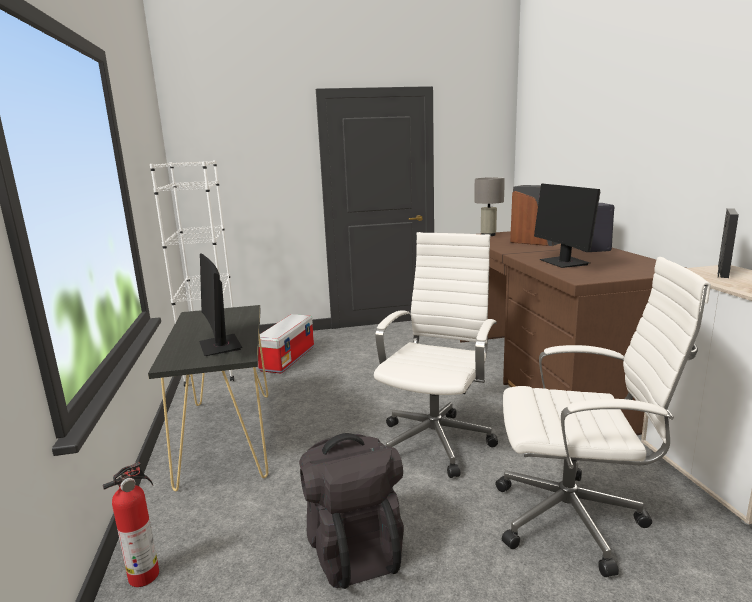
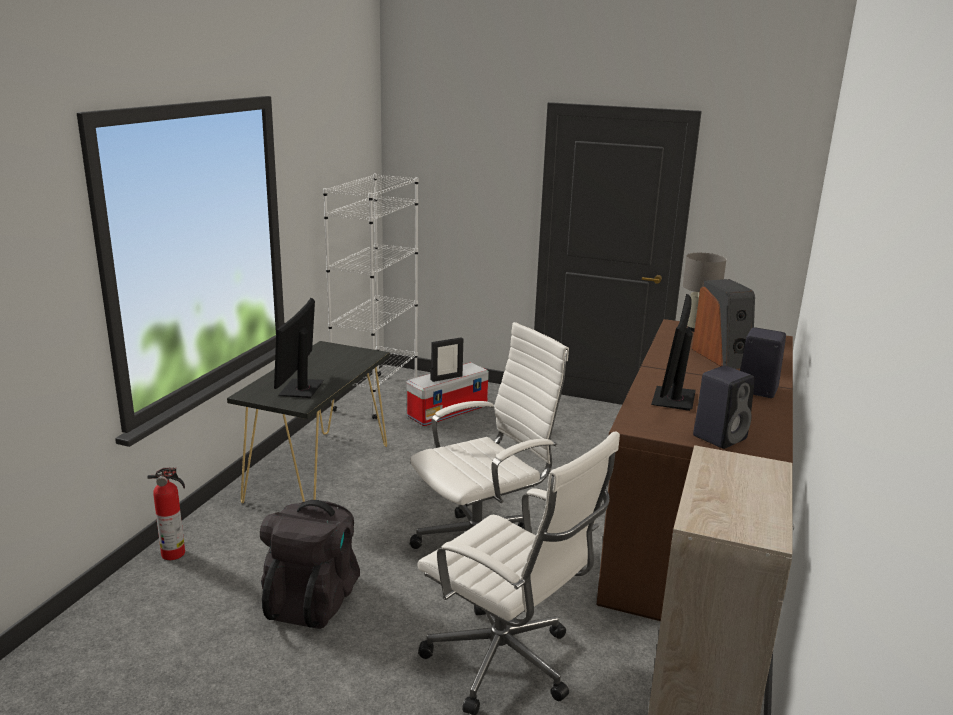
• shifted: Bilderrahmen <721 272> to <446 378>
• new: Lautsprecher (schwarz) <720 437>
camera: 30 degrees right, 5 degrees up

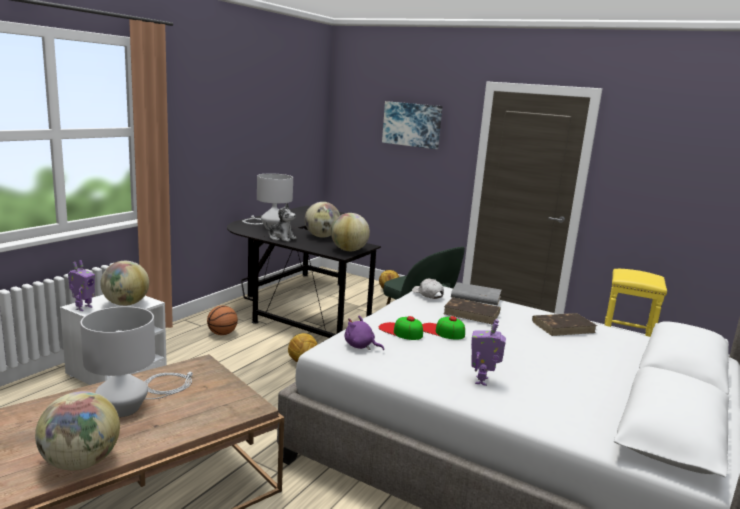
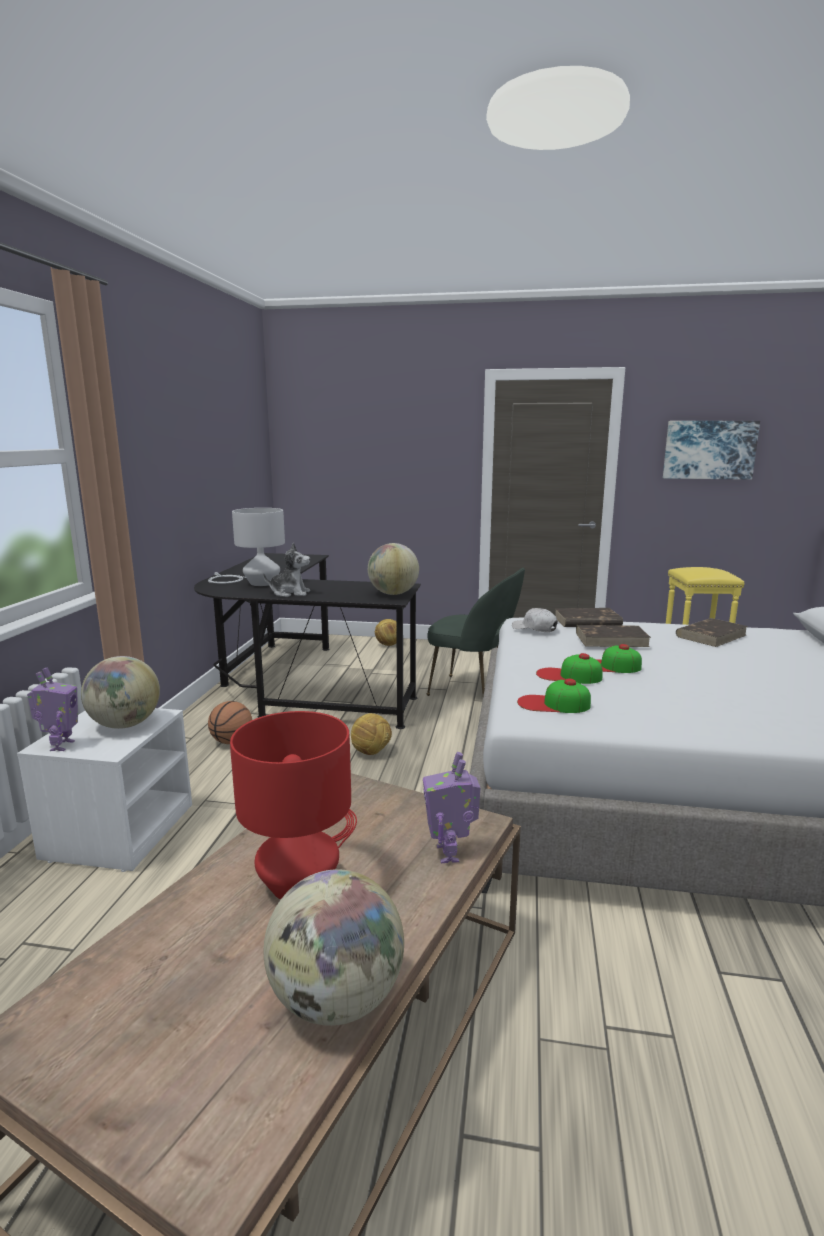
• shifted: Bild <412 124> to <709 450>
• gone: Globus <321 237>
• repainted: Buch (grau) <475 297> to Buch (braun) <586 622>
• repainted: Tischlampe (grau) <141 398> to Tischlampe (rot) <308 859>
• swapped: Plüschtier (lila) <360 346> to Kappe <553 704>
• shifted: Spielzeugroboter <483 381> to <450 853>
camera: 20 degrees left, 0 degrees up

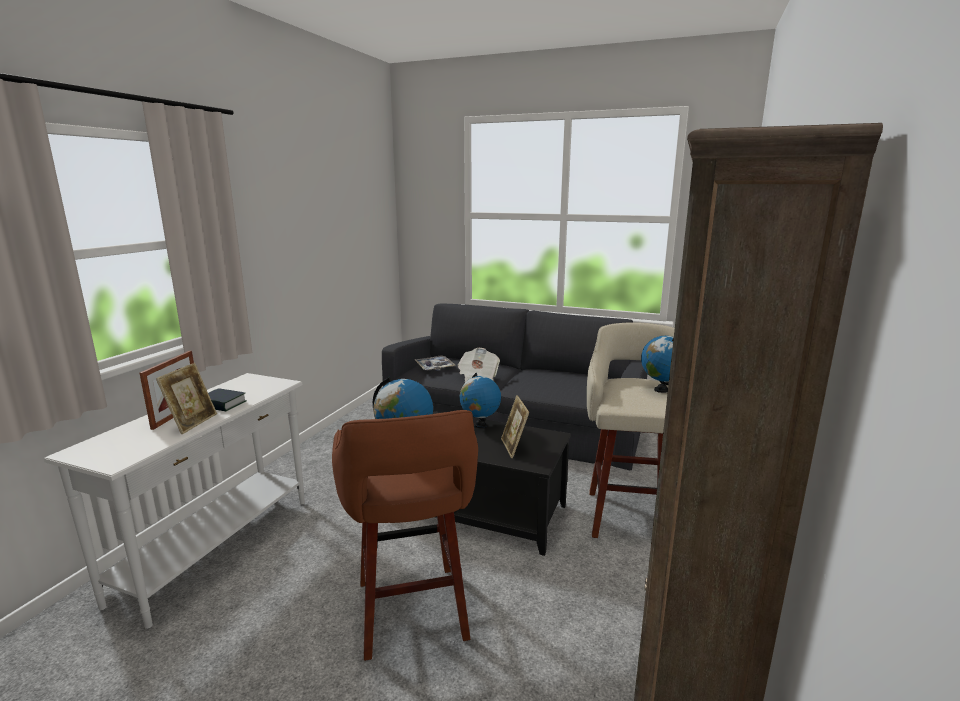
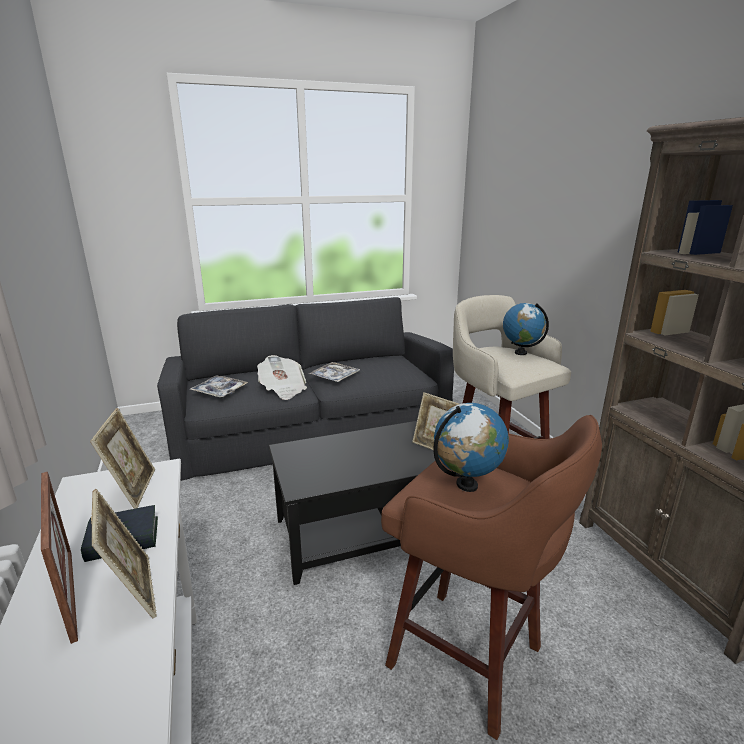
• gone: Globus <480 425>
• new: Tablett <335 377>
• new: Bilderrahmen <133 489>
camera: 40 degrees left, 5 degrees up

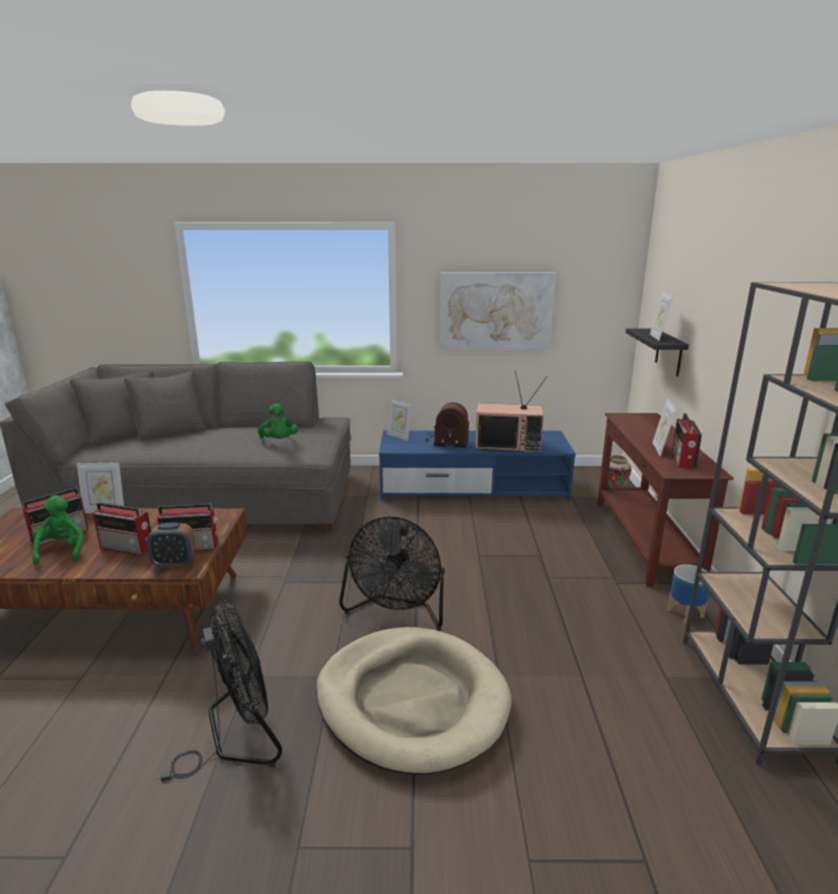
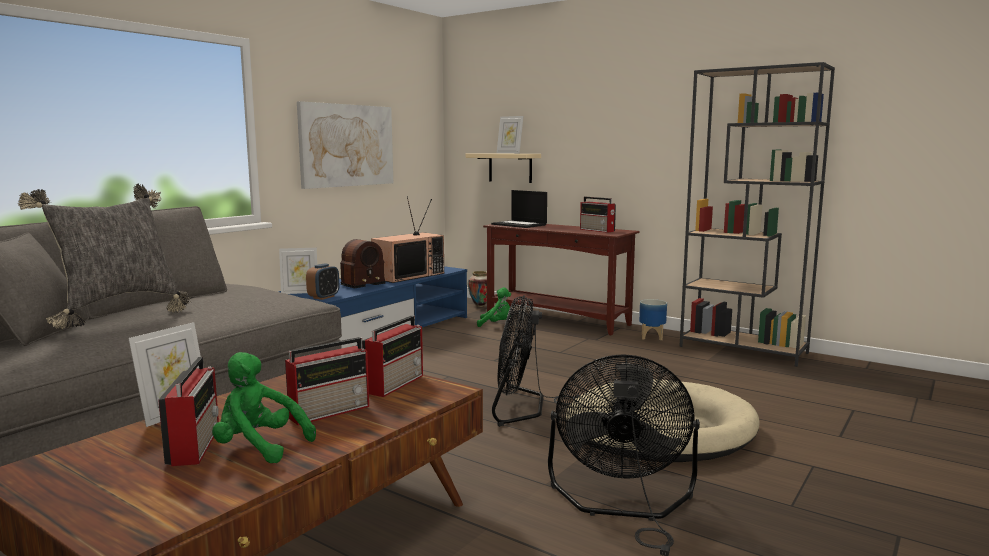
• repainted: Wandregal (schwarz) <669 352> to Wandregal (beige) <510 167>
• gone: Bilderrahmen <660 449>
• shifted: Plüschtier (grün) <279 441> to <496 324>
• rotated: Ventilator (schwarz) <394 609> = <526 405> 135 degrees clockwise
• shifted: Wecker <174 563> to <324 297>
• new: Kissen <117 319>
• new: Laptop <520 224>
camera: 55 degrees left, 10 degrees down

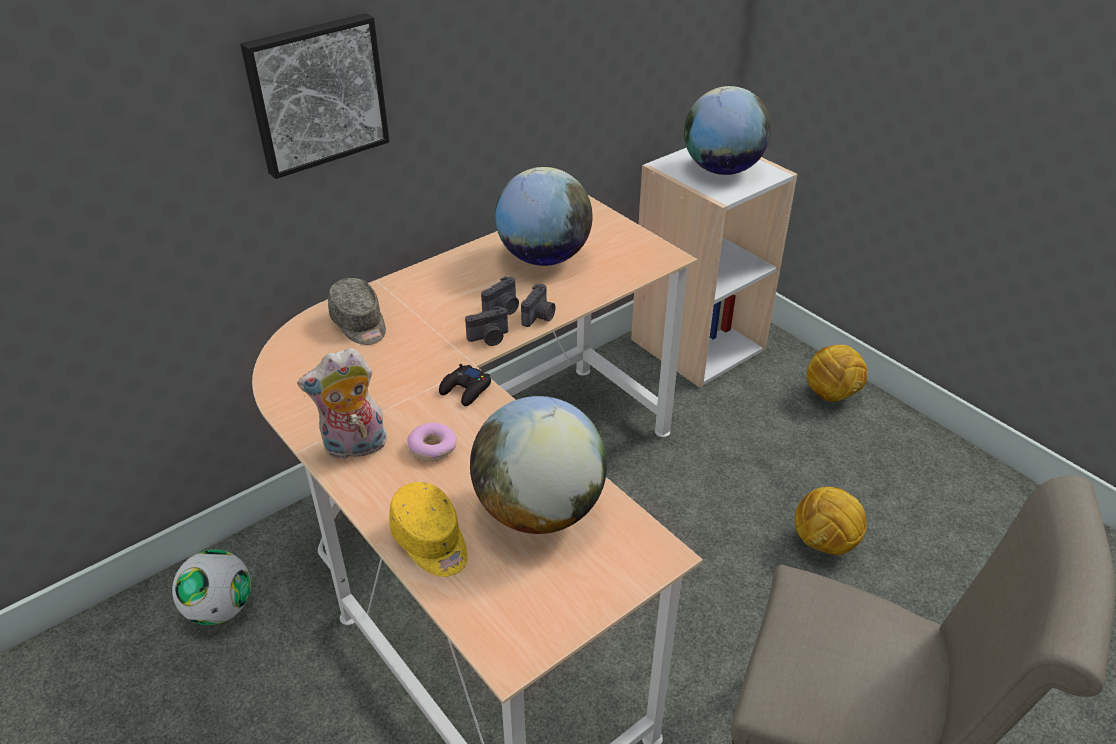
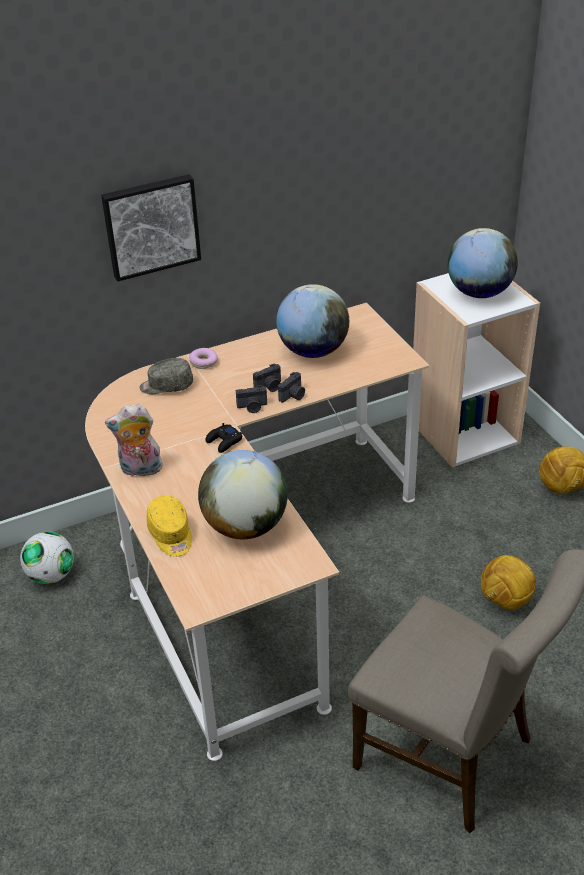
• rotated: Kappe (grau) <360 324> = <166 386> 105 degrees clockwise
• shifted: Donut <432 448> to <203 362>
camera: 15 degrees right, 0 degrees up

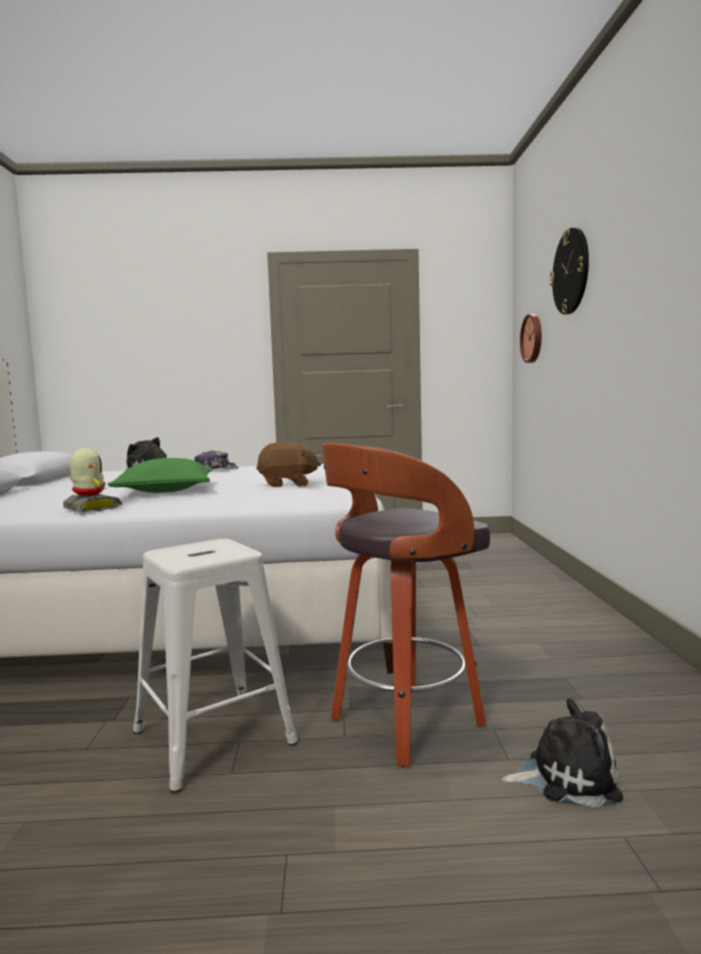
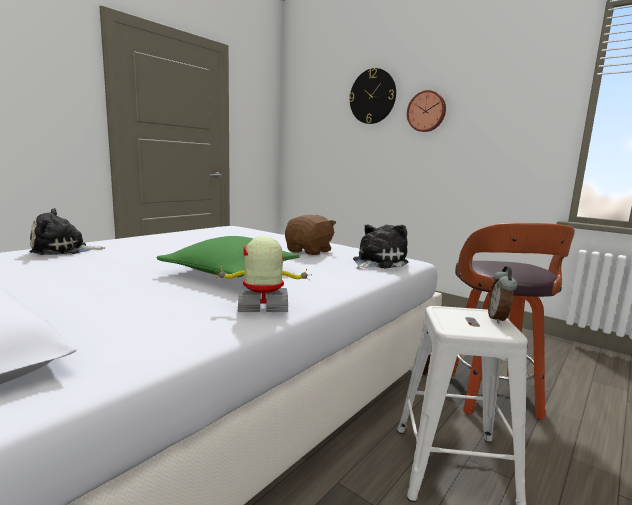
• shifted: Wanduhr <533 338> to <426 111>
• gone: Kappe <216 470>
• shifted: Plüschtier <566 776> to <377 262>
• new: Wecker <498 319>
camera: 50 degrees left, 5 degrees up

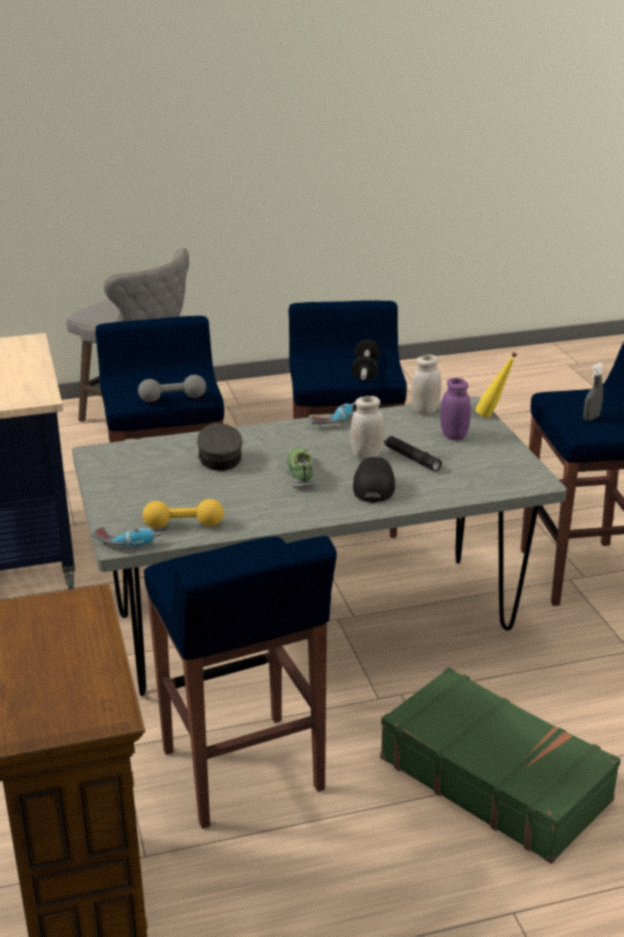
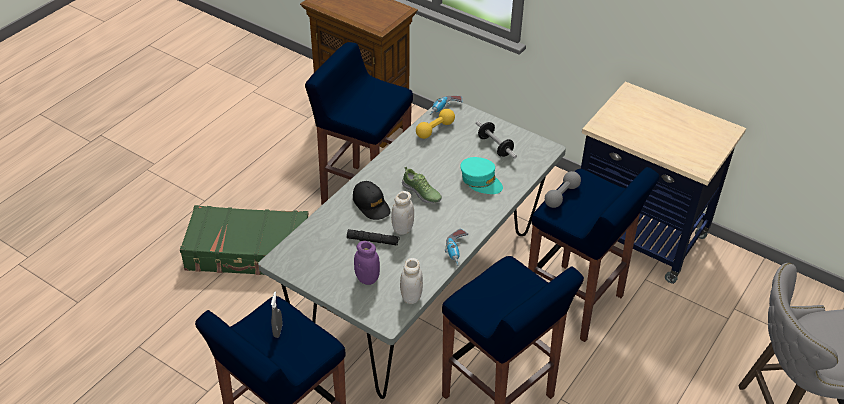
• shifted: Hantel <365 372> to <495 146>
• gone: Flasche (gelb) <493 416>
• repainted: Kappe (grau) <219 457> to Kappe (türkis) <480 181>
camera: 140 degrees right, 15 degrees up

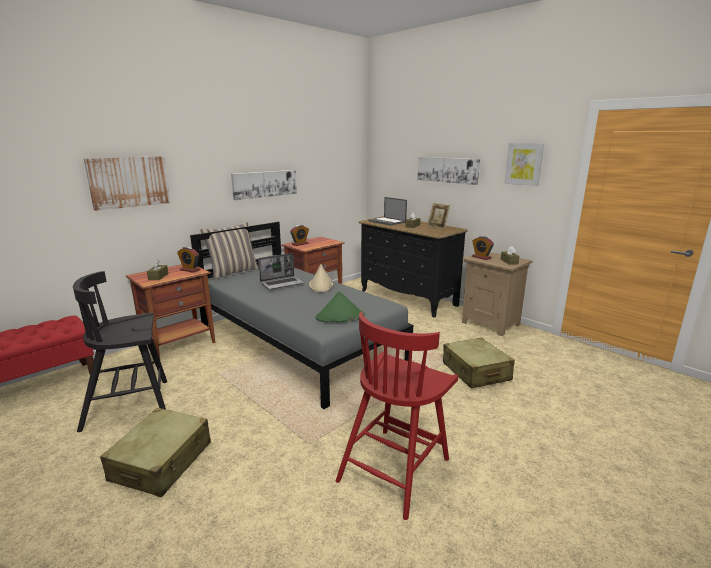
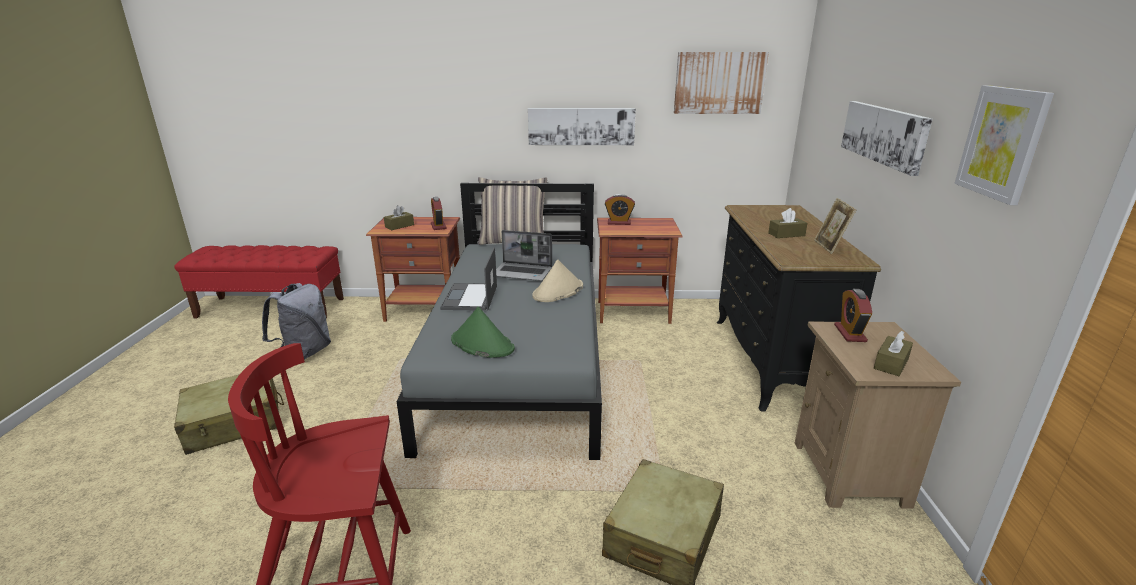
• shifted: Bild <129 182> to <719 83>
• shifted: Laptop <387 221> to <470 298>
• swapped: Stuhl (schwarz) <129 403> to Rucksack (grau) <305 353>
camera: 45 degrees right, 5 degrees up

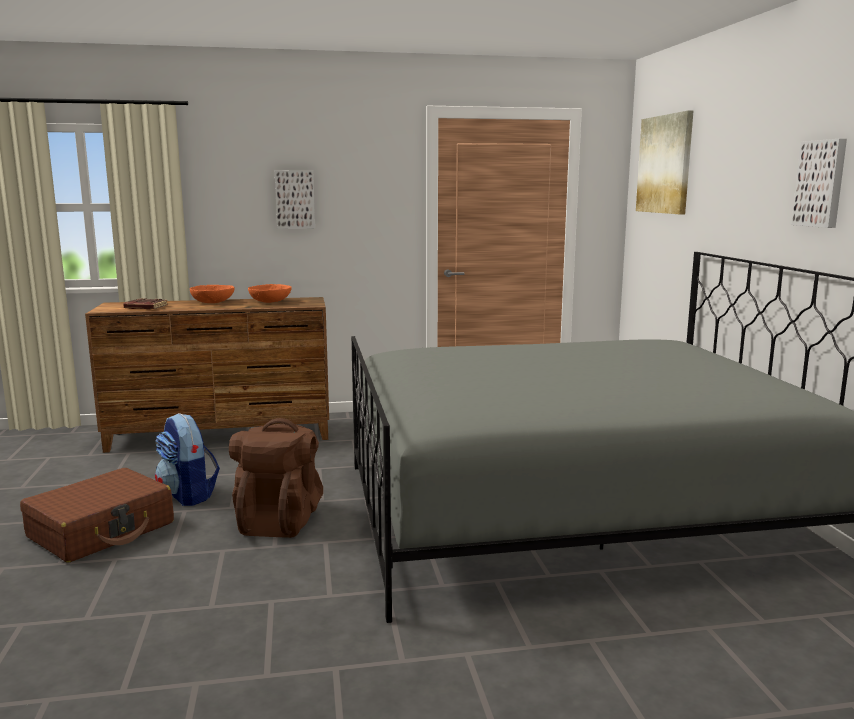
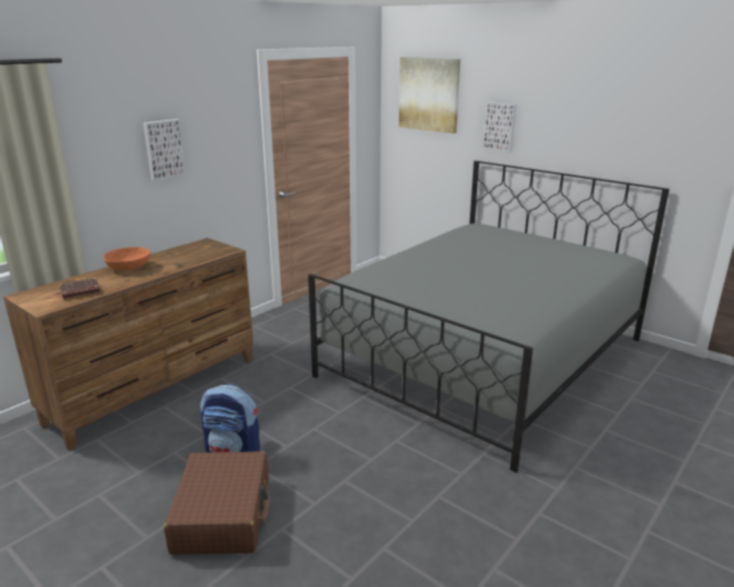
• shifted: Bild <821 183> to <500 126>
• gone: Schüssel (orange) <270 302>
• gone: Rucksack (braun) <279 520>
camera: 40 degrees left, 10 degrees up

